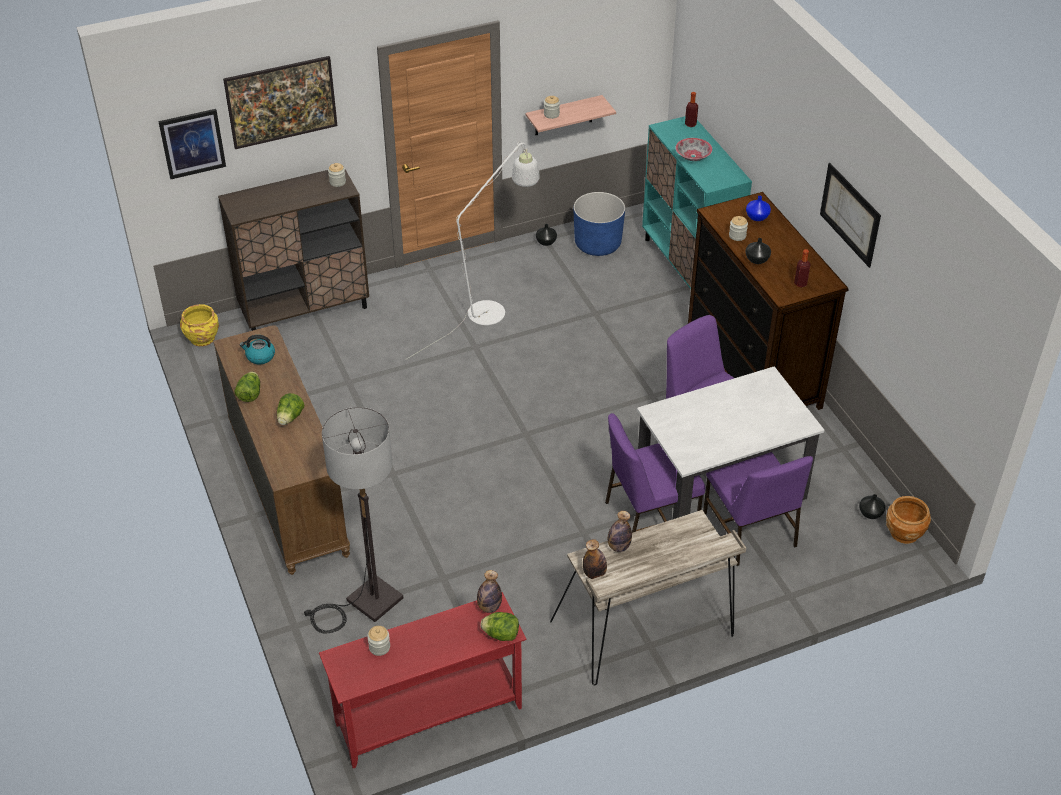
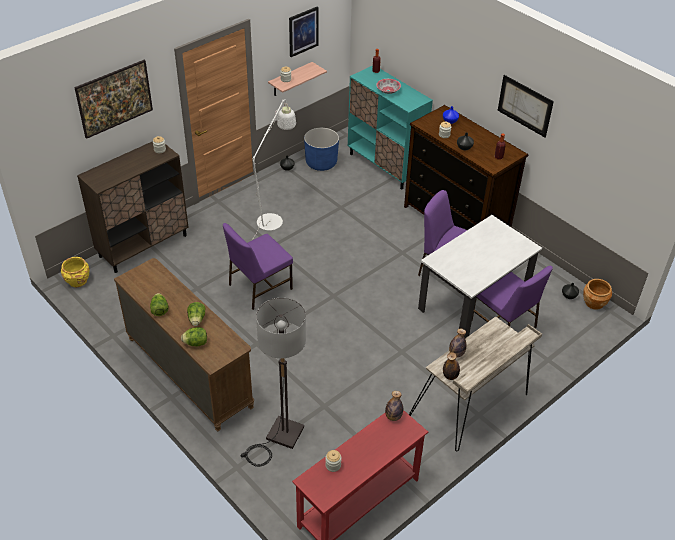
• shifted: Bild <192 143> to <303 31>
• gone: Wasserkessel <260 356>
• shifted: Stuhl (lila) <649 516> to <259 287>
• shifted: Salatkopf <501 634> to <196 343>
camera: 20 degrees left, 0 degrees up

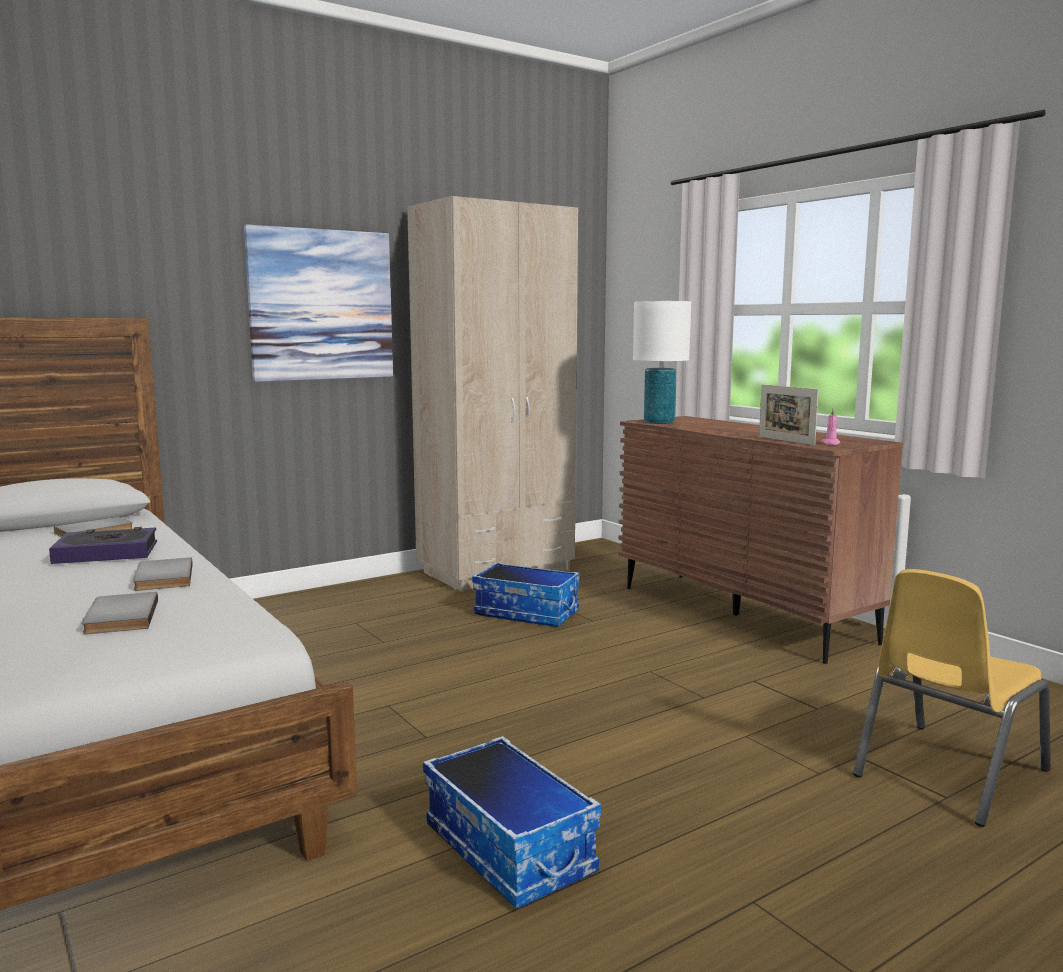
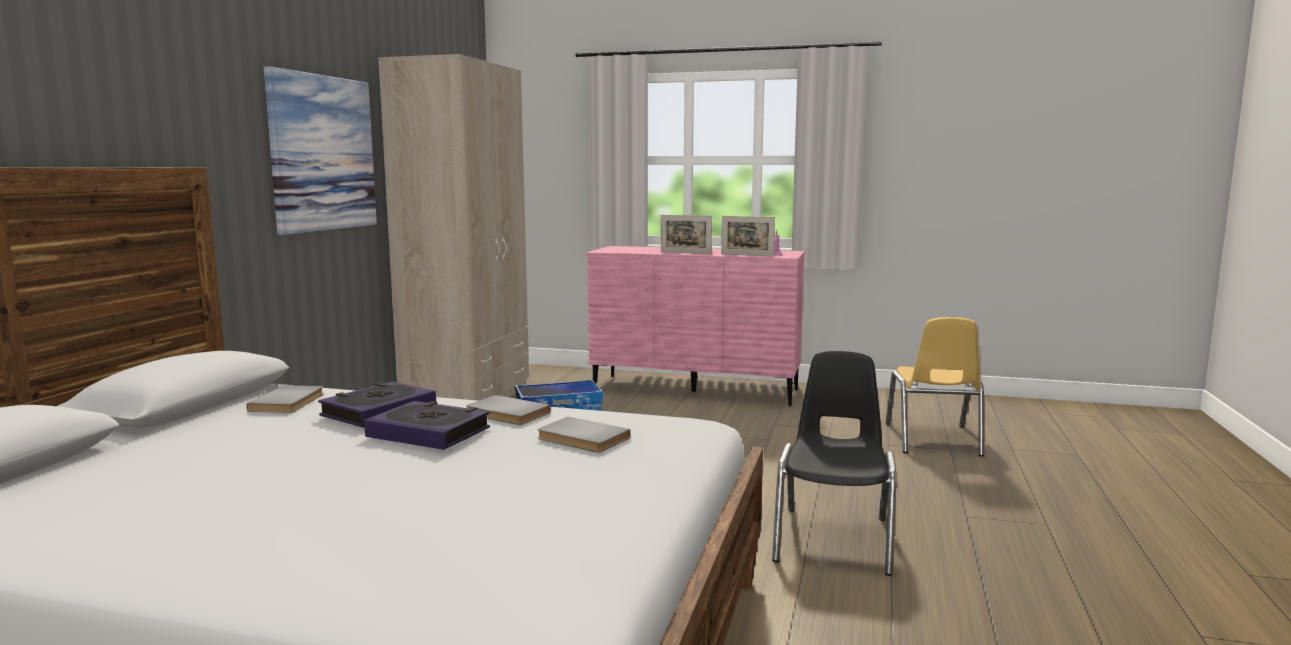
• gone: Tischlampe (weiß) <659 422>
• repainted: Kommode (braun) <740 614> to Kommode (rosa) <695 391>
• swapped: Aufbewahrungsbox <511 849> to Stuhl (schwarz) <834 539>
• new: Bilderrahmen <685 253>
• new: Buch <429 433>
camera: 40 degrees left, 0 degrees up

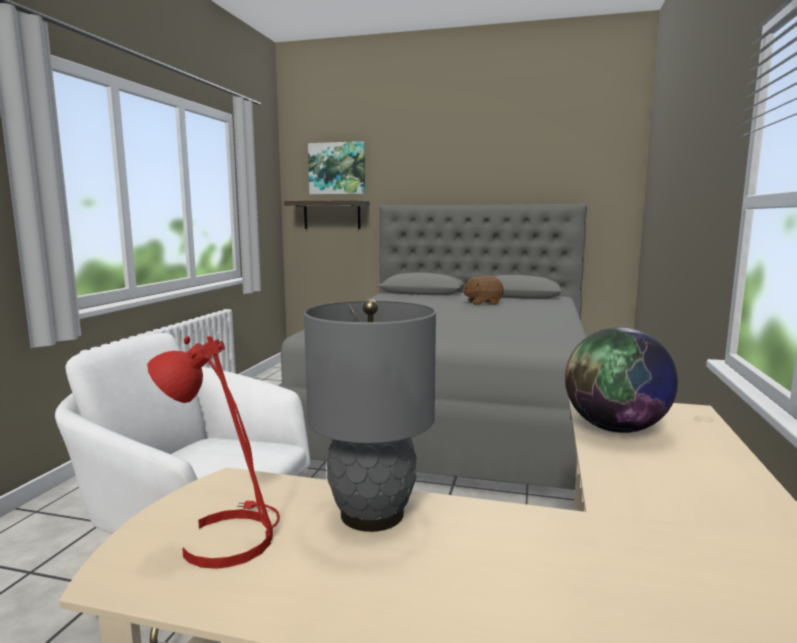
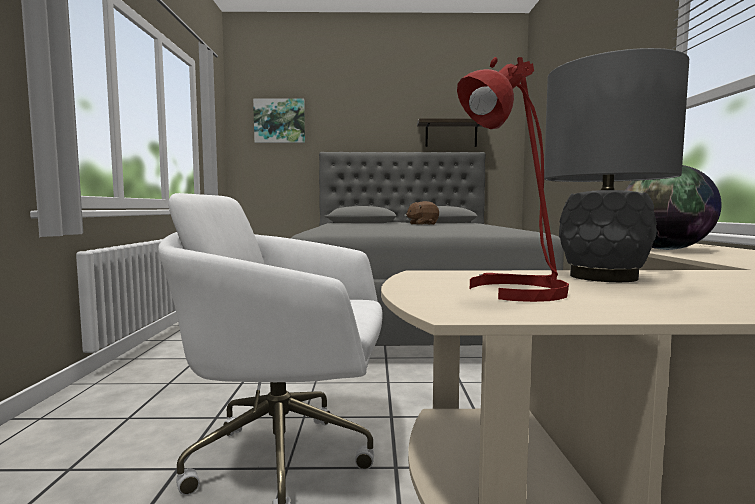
• shifted: Wandregal <332 215> to <451 134>
camera: 15 degrees left, 5 degrees down

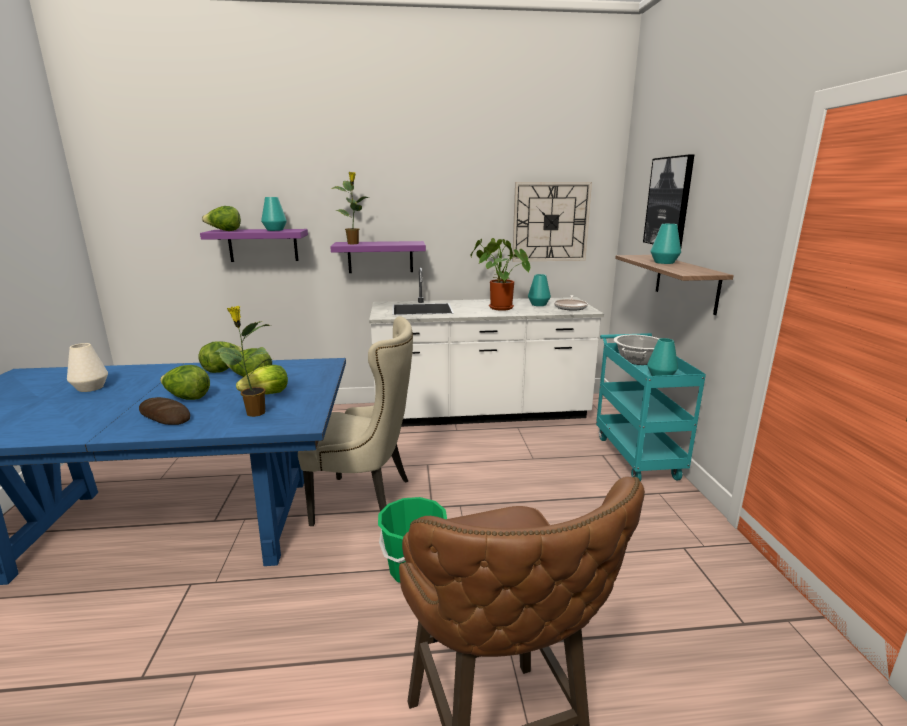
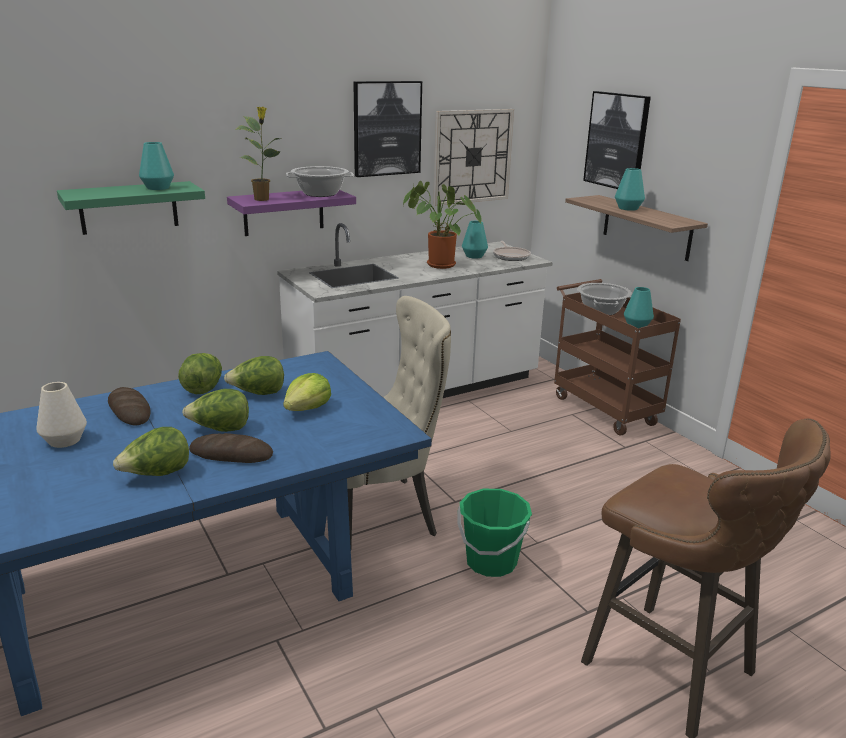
• shifted: Salatkopf <224 231> to <157 474>
• repainted: Wandregal (lila) <263 245> to Wandregal (grün) <128 207>
• gone: Topfpflanze <254 413>
• repainted: Rollwagen (türkis) <635 457> to Rollwagen (braun) <602 410>
• new: Bild <386 128>
• new: Kochtopf <320 194>
• new: Brot <129 410>
camera: 25 degrees left, 5 degrees up

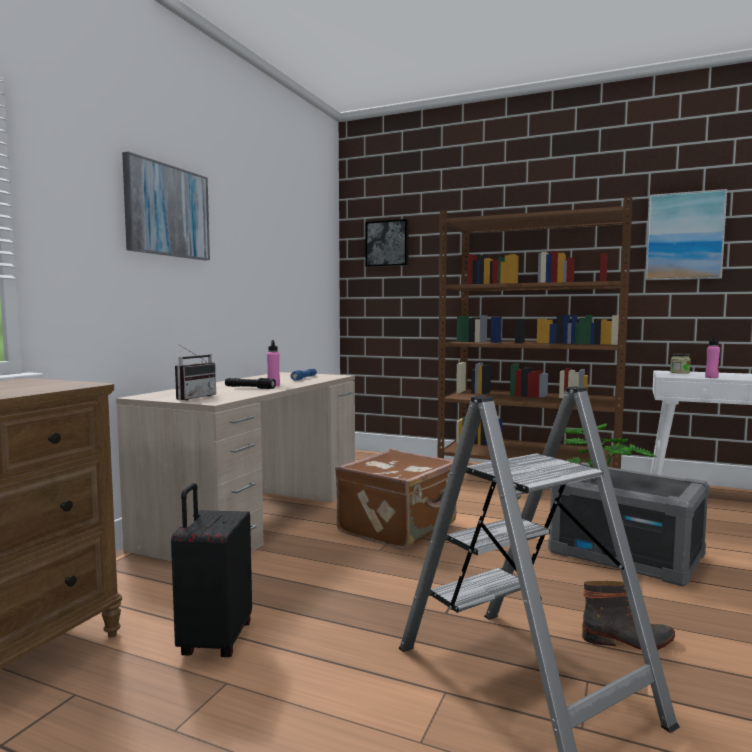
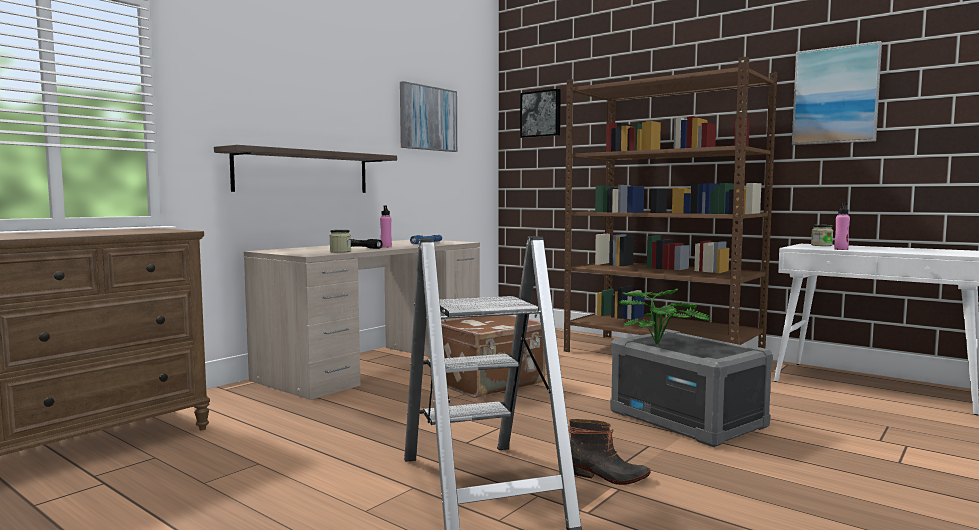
• shifted: Bild <167 211> to <428 118>
• gone: Radio <193 397>
• gone: Koffer (schwarz) <214 640>
• new: Wandregal <303 172>
• new: Vorratsglas <340 252>
camera: 15 degrees right, 0 degrees up

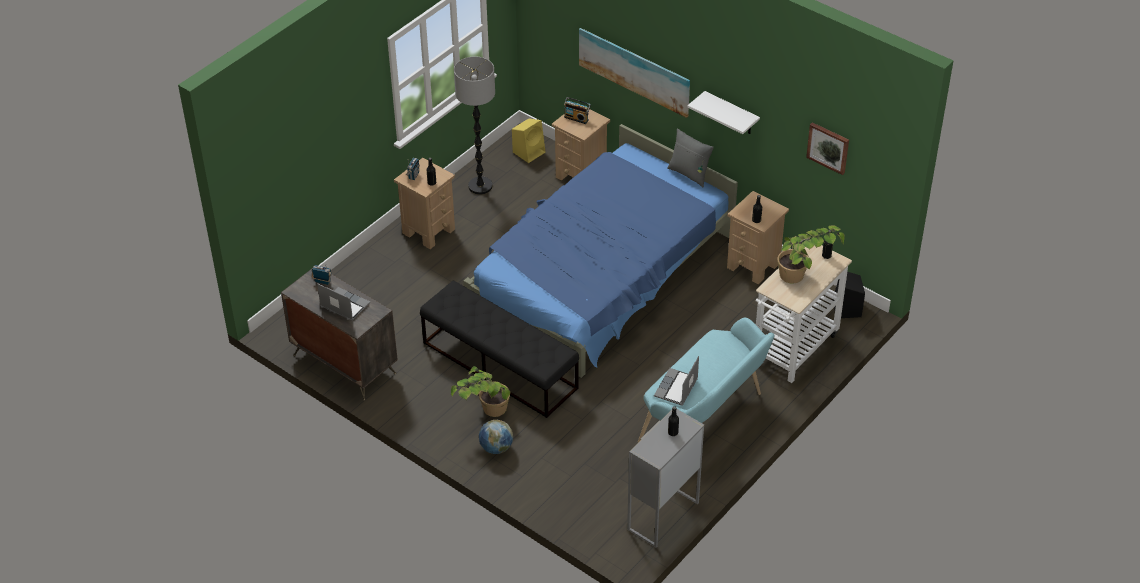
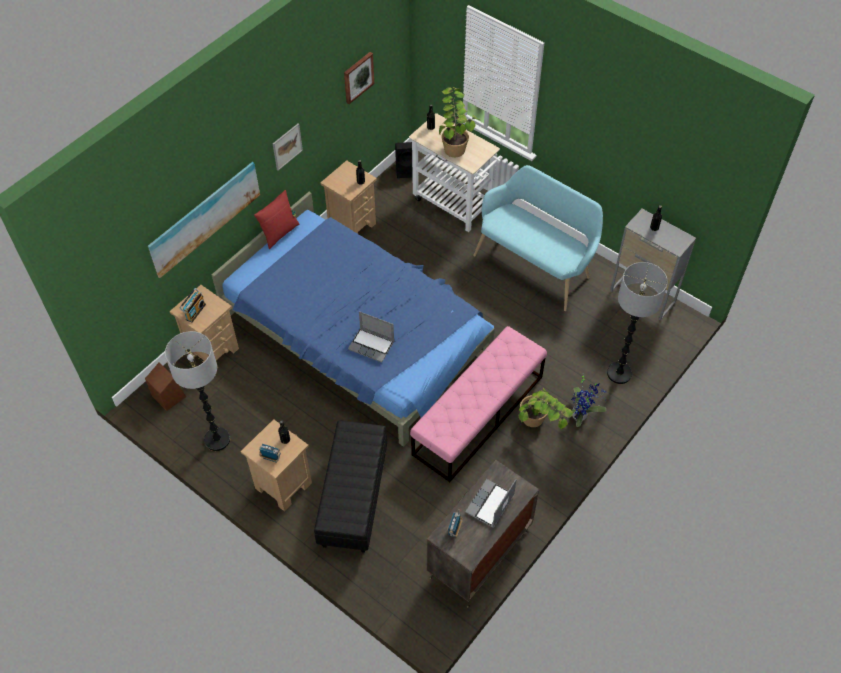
• swapped: Wandregal (weiß) <731 114> to Bild <287 146>
• repainted: Lautsprecher (gelb) <529 152> to Lautsprecher (braun) <168 396>
• repainted: Kissen (grau) <689 174> to Kissen (rot) <279 233>
• repainted: Bank (schwarz) <500 366> to Bank (rosa) <478 415>
• shifted: Laptop <676 388> to <372 345>
• swapped: Globus <496 448> to Topfpflanze <581 415>
• new: Stehlampe <619 373>
• new: Polsterhocker (schwarz) <353 498>
camera: 90 degrees left, 10 degrees up

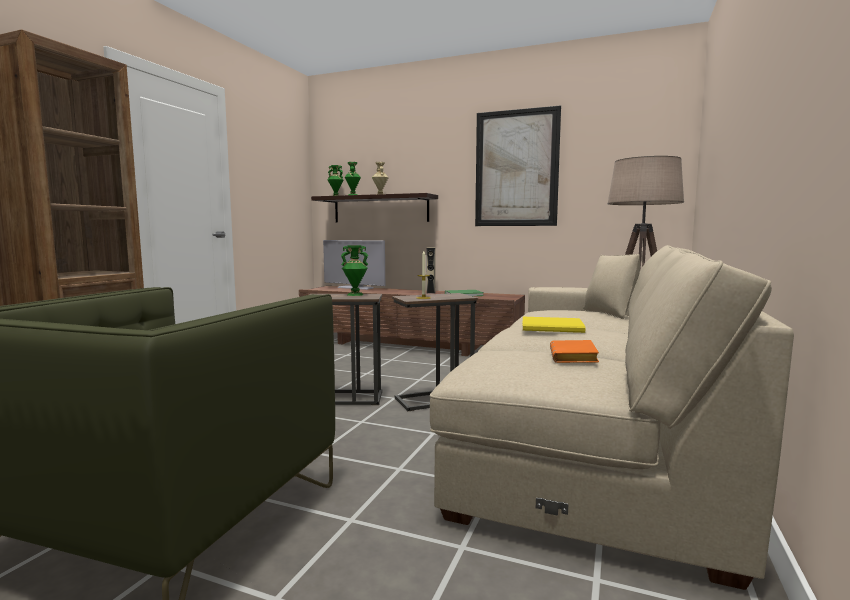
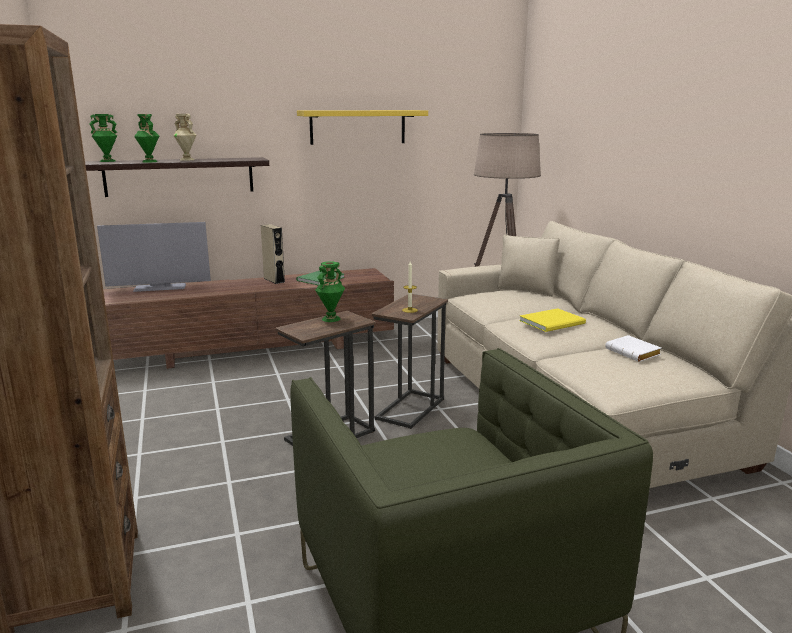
• swapped: Bild <516 168> to Wandregal (gelb) <358 127>
• repainted: Buch (orange) <575 358> to Buch (weiß) <634 353>
camera: 40 degrees left, 10 degrees up

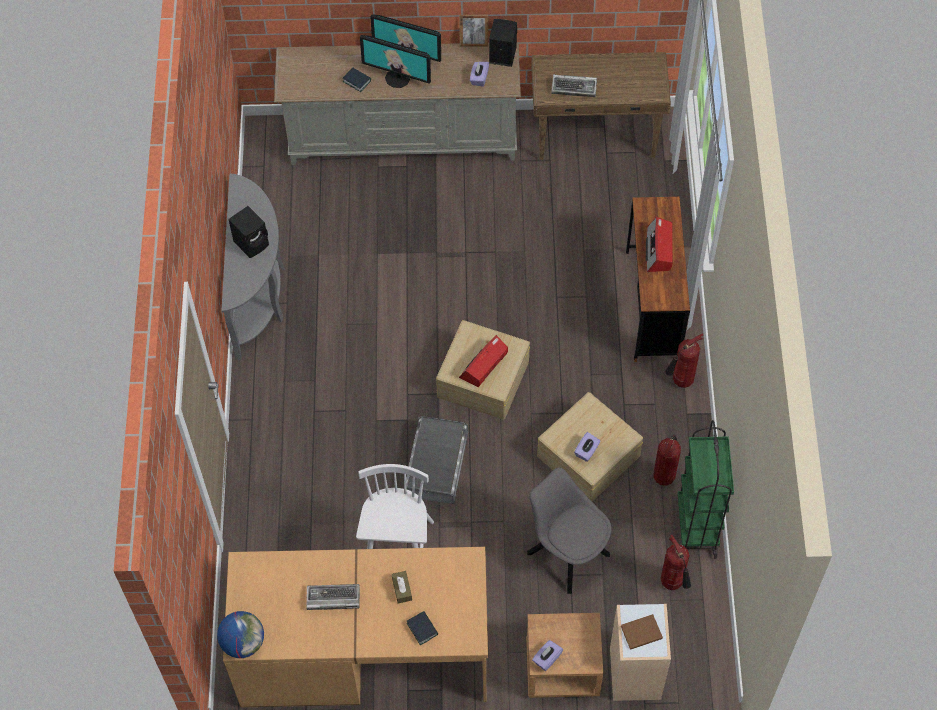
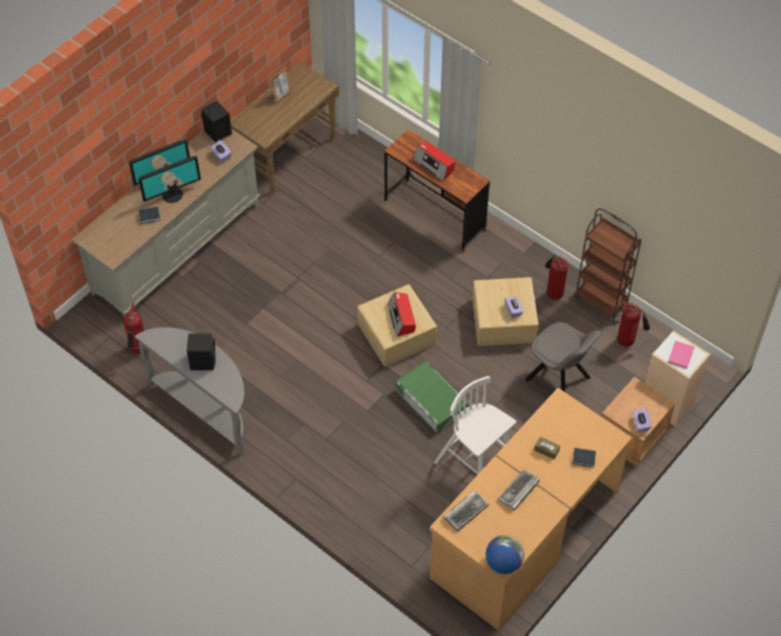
• shifted: Bilderrahmen <474 43> to <281 96>
• shifted: Tastatur <574 87> to <466 512>
• shifted: Feuerlöscher <680 382> to <139 351>
• repainted: Aufbewahrungsbox (grau) <437 464> to Aufbewahrungsbox (grün) <431 401>
• repainted: Rollwagen (grün) <697 526> to Rollwagen (braun) <601 302>
• rotated: Stuhl (grau) <567 554> = <558 379> 135 degrees counterclockwise
• repainted: Buch (braun) <640 632> to Buch (rosa) <680 356>
camera: 50 degrees left, 5 degrees down

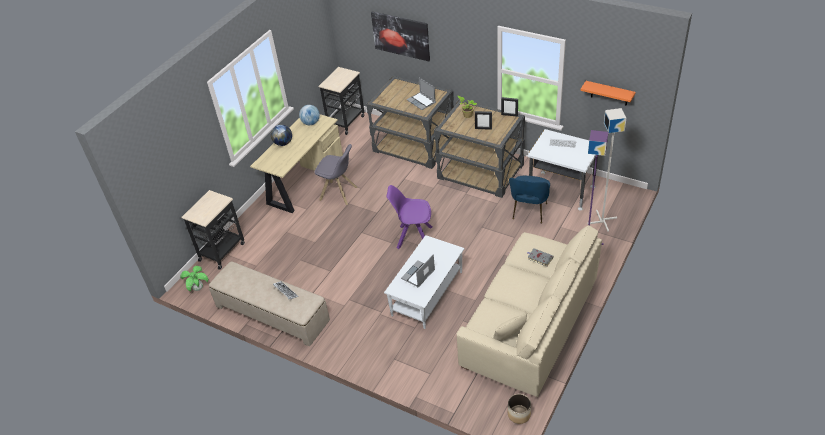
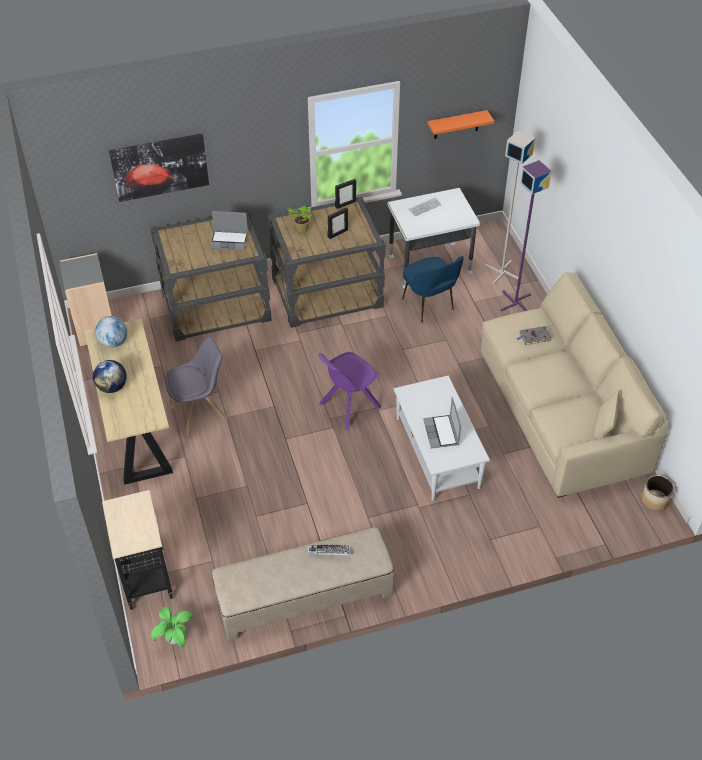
• swapped: Rollwagen <346 122> to Bücherregal (grau) <94 326>
camera: 50 degrees left, 5 degrees up

